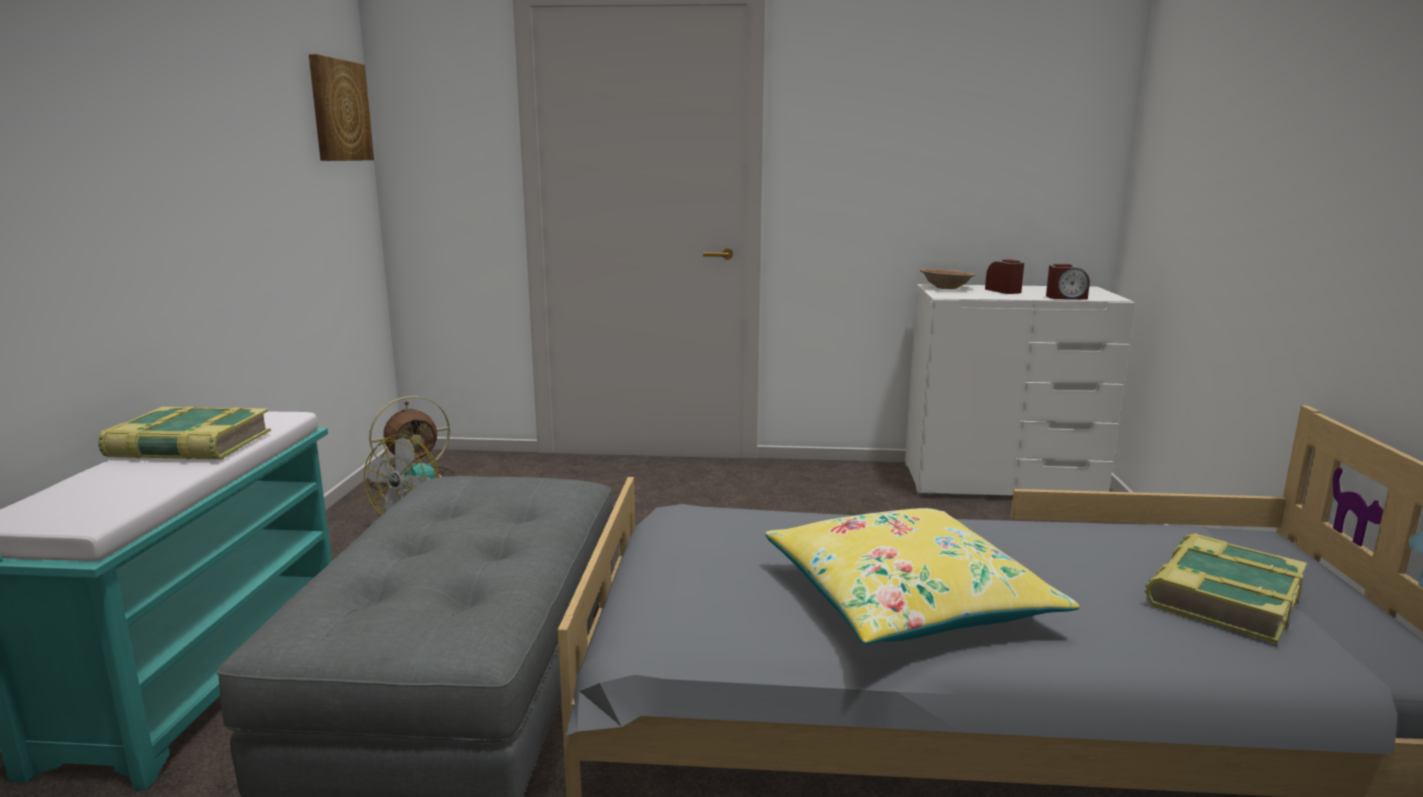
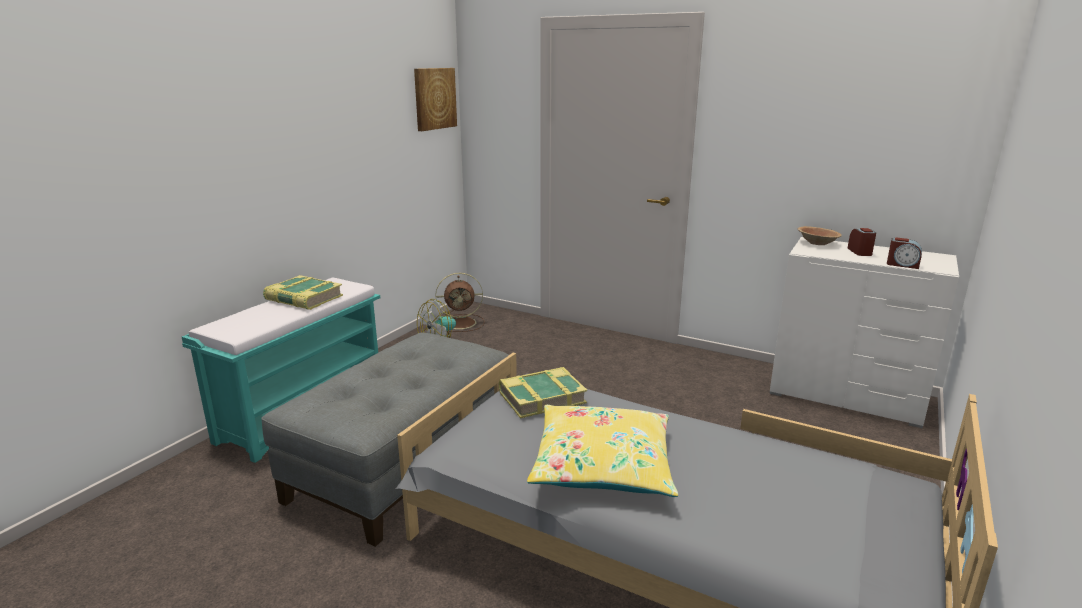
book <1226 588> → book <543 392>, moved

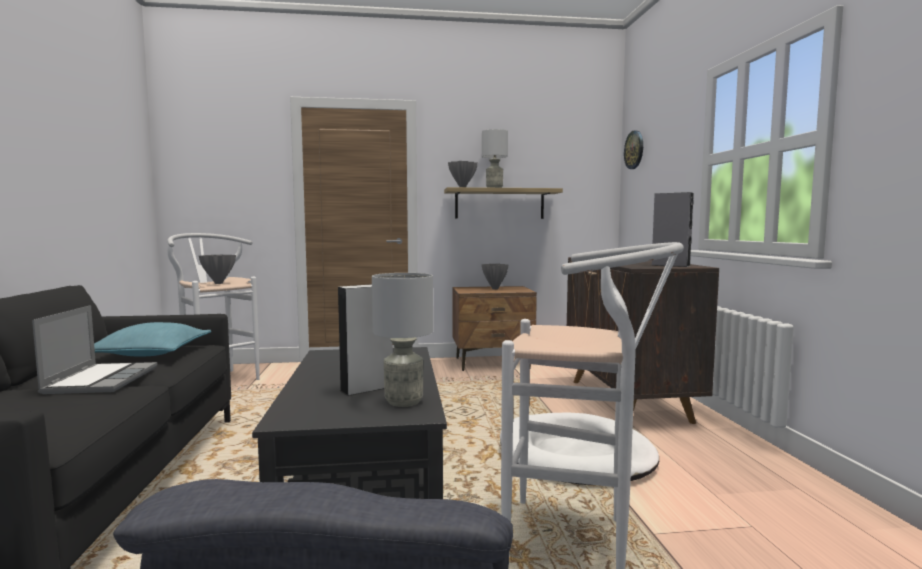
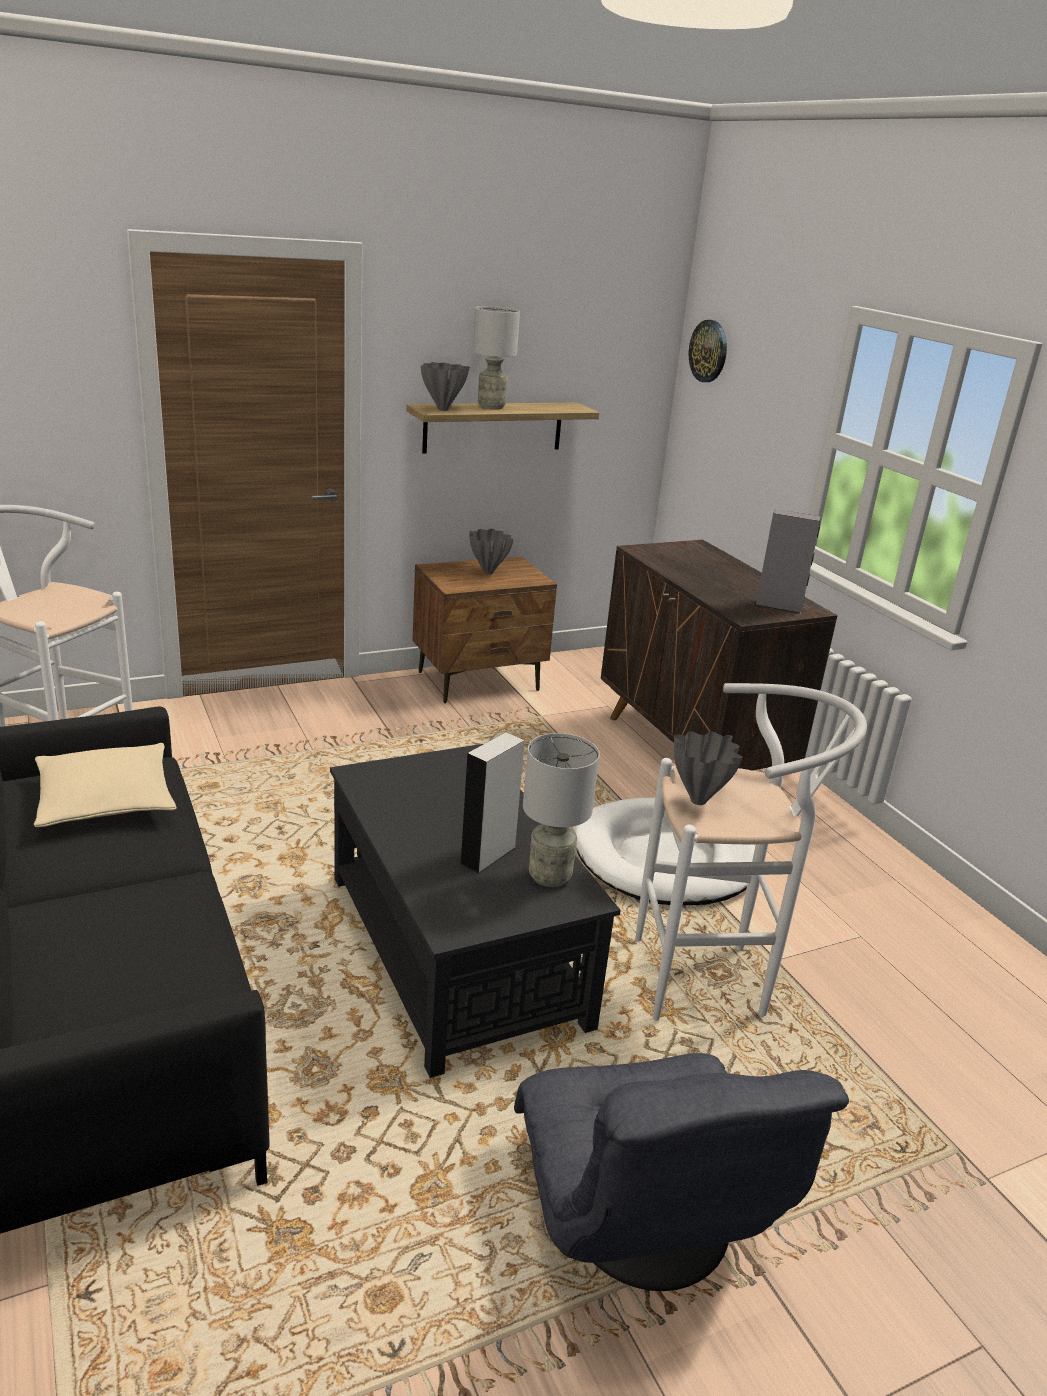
laptop <94 349> → -
turquoise pillow <153 339> → beige pillow <105 785>
grey vase <217 269> → grey vase <708 768>, moved

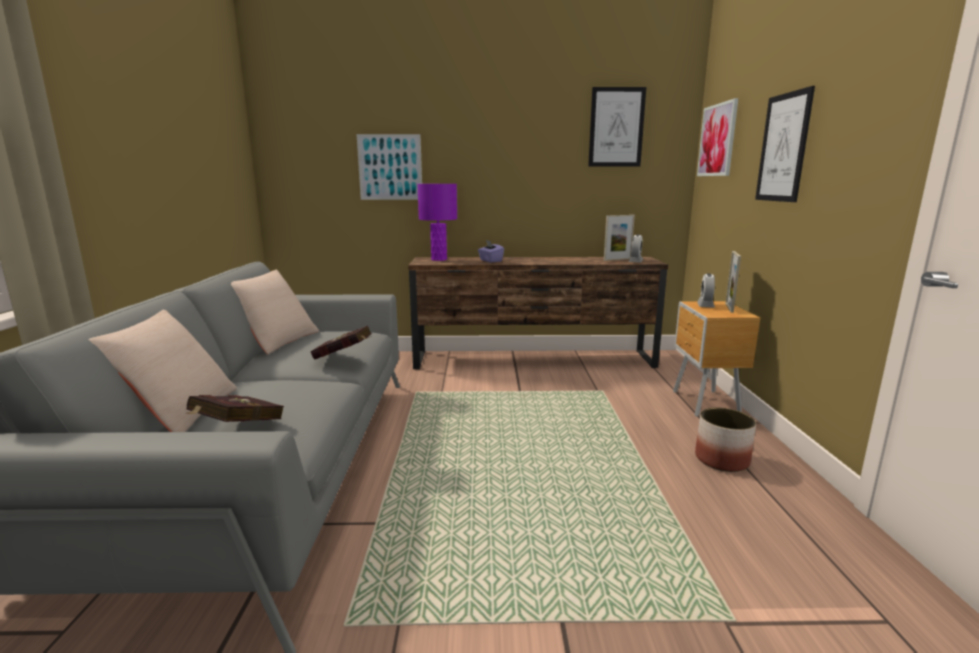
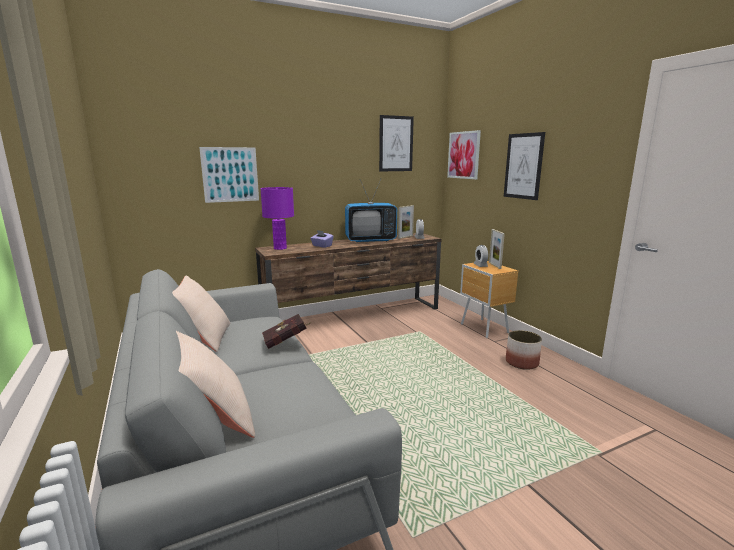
red book <234 408> → -
- → television <371 211>

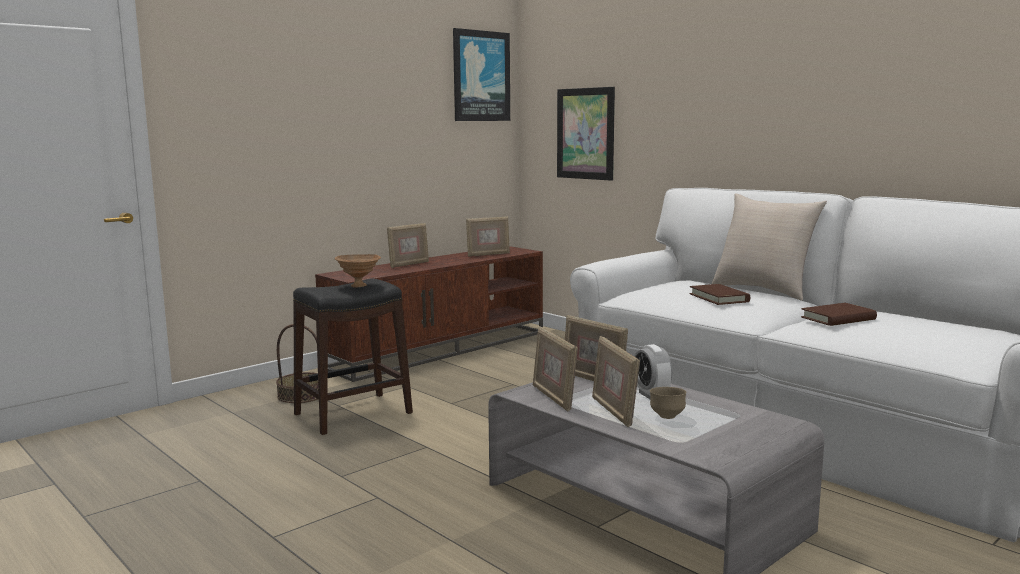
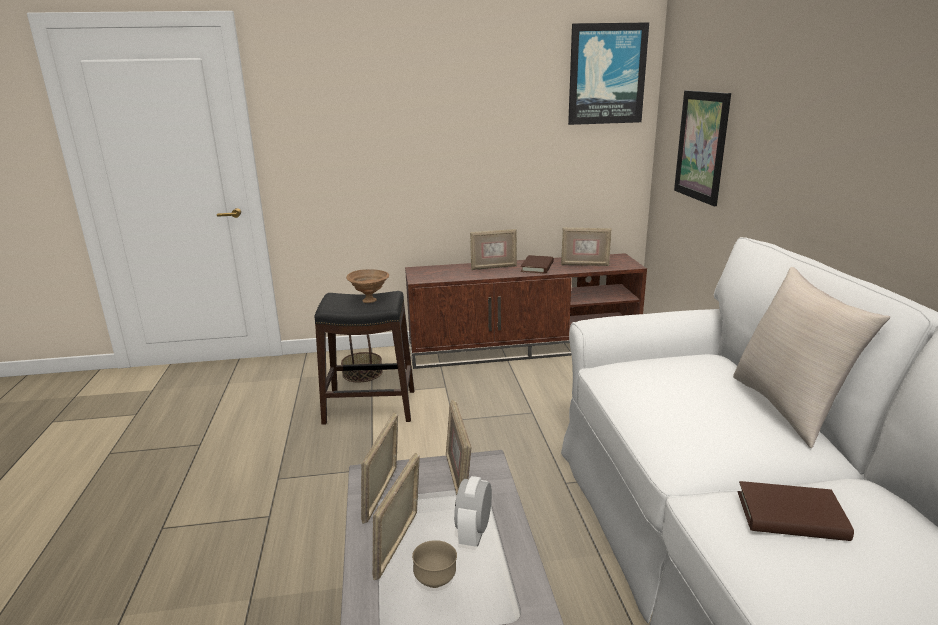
brown book <720 294> → brown book <537 264>, moved

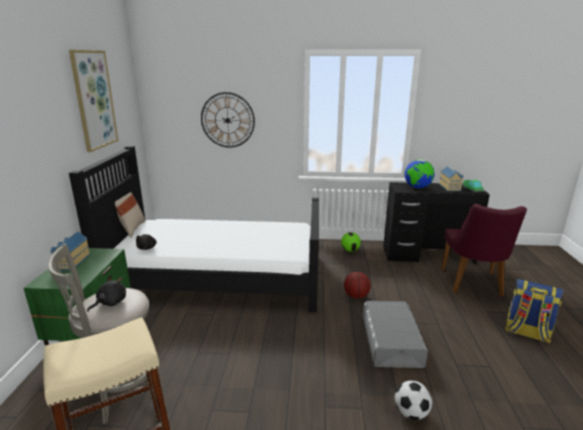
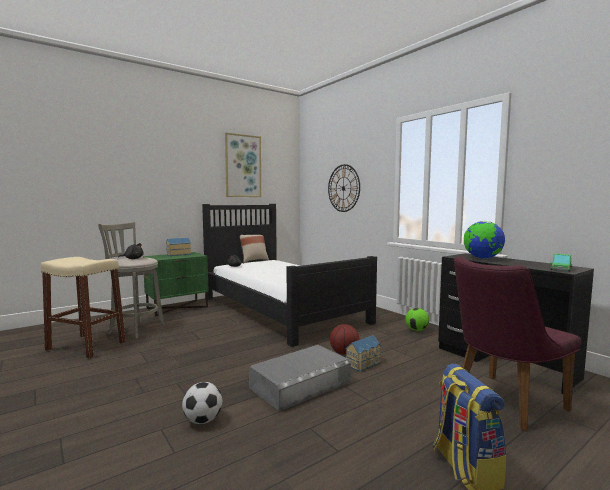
toy house <451 178> → toy house <363 353>, moved

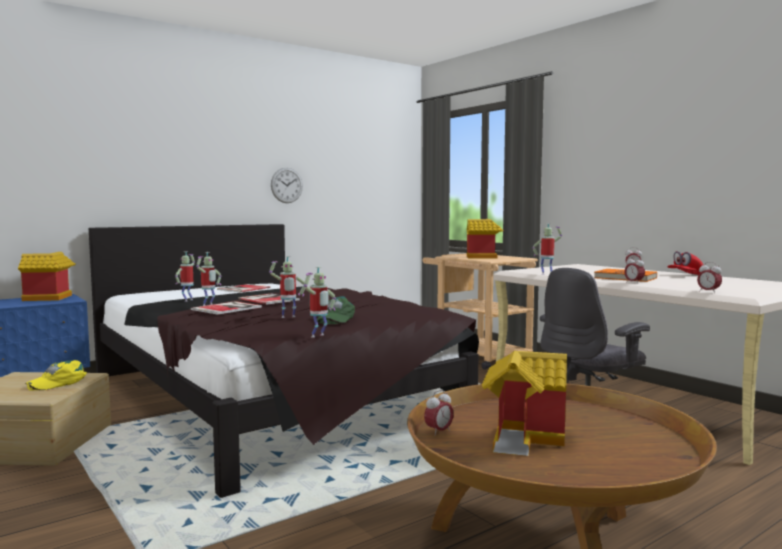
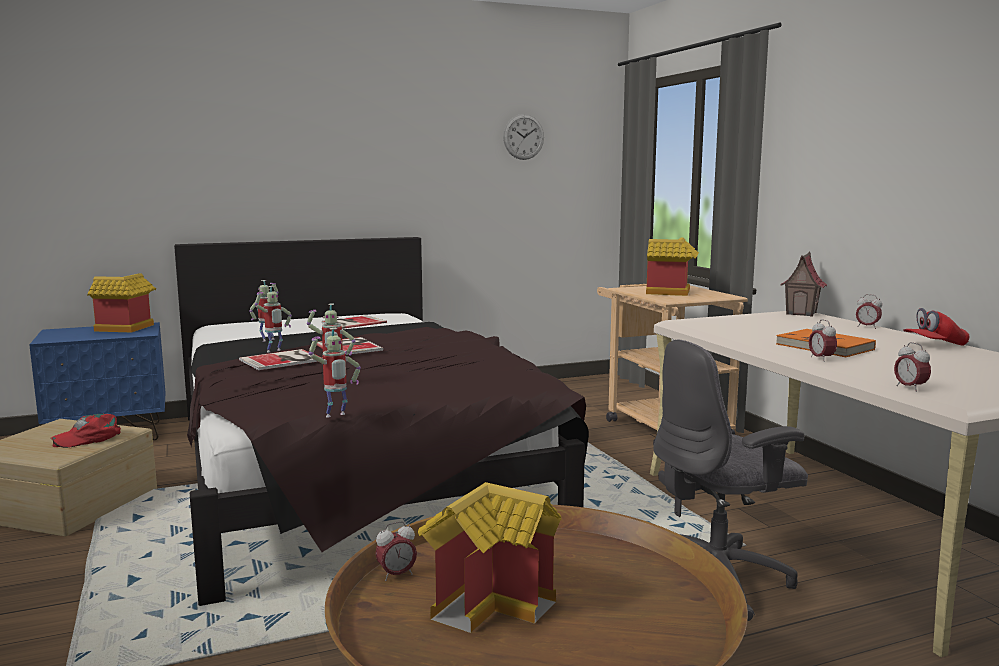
yellow cap <56 375> → red cap <85 430>
wall clock <287 185> → wall clock <523 137>, moved
green cap <336 310> → -
toy robot <547 249> → -
- → toy house <804 284>

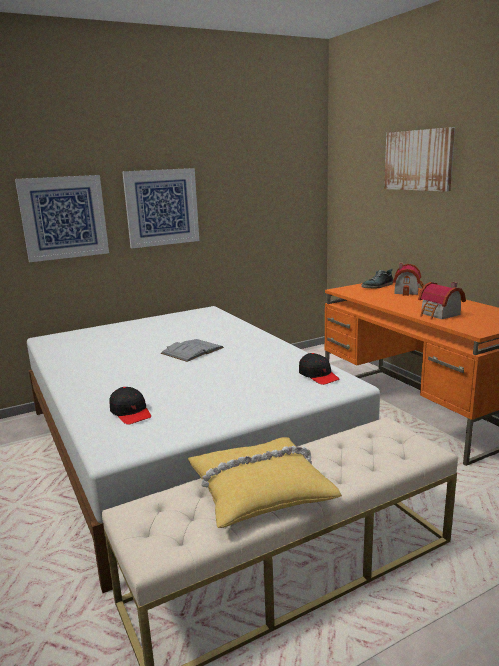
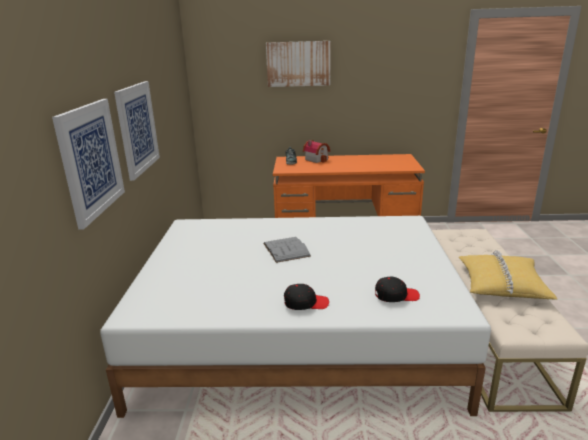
black cap <319 369> → black cap <306 297>, moved
toy house <442 301> → -

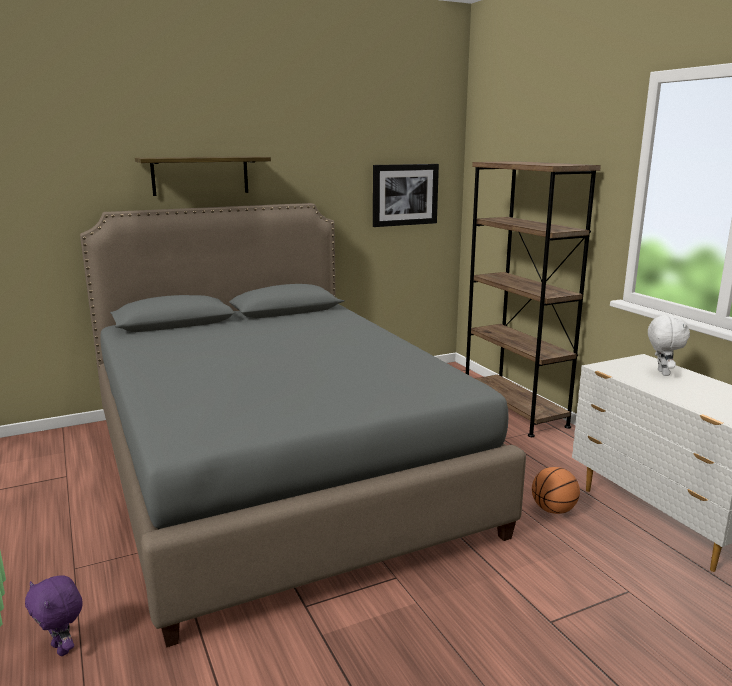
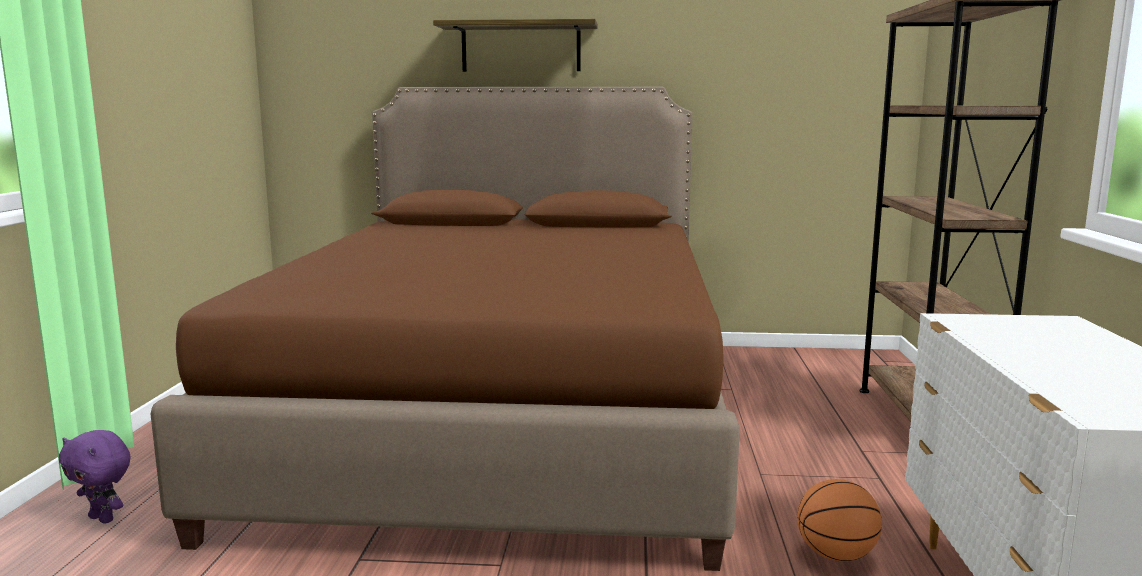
purple plush toy <54 615> → purple plush toy <95 477>, 45 degrees counterclockwise
grey bed <303 425> → brown bed <445 329>
picture <406 195> → -
white plush toy <669 345> → -

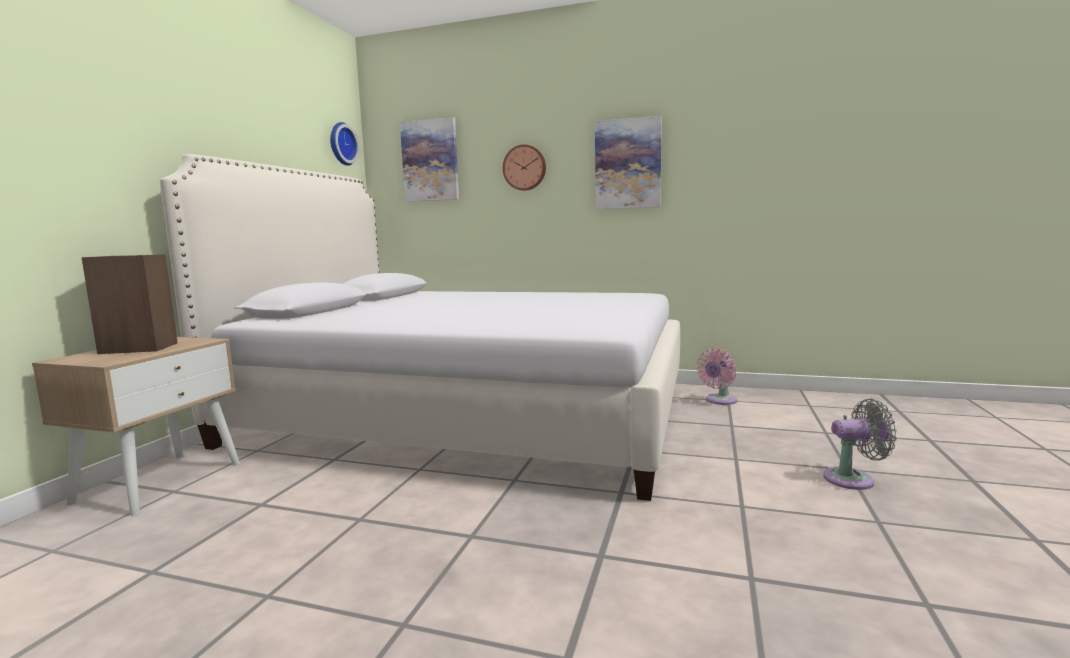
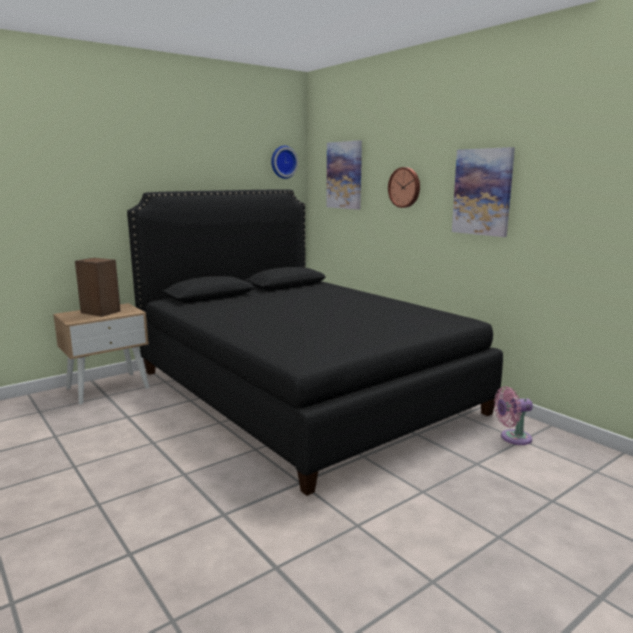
white bed <420 327> → black bed <315 343>
grey fan <860 444> → -

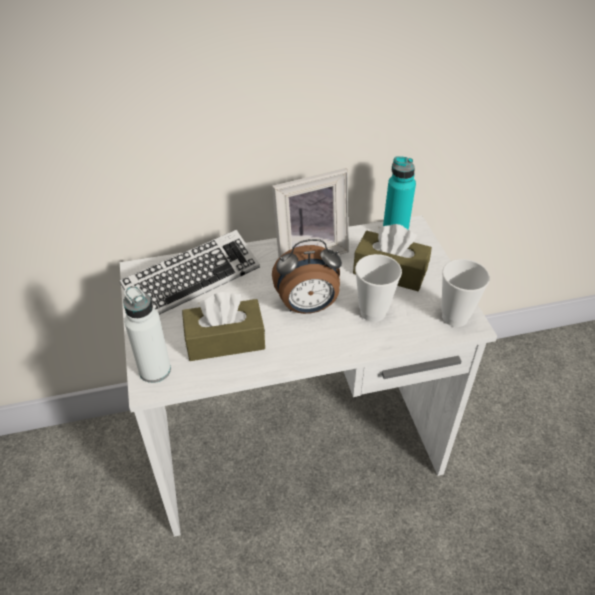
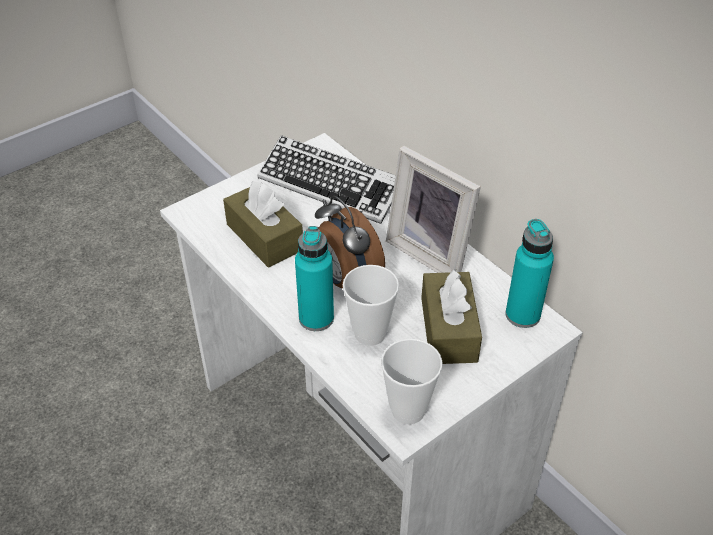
white bottle <147 334> → -
- → turquoise bottle <314 278>

